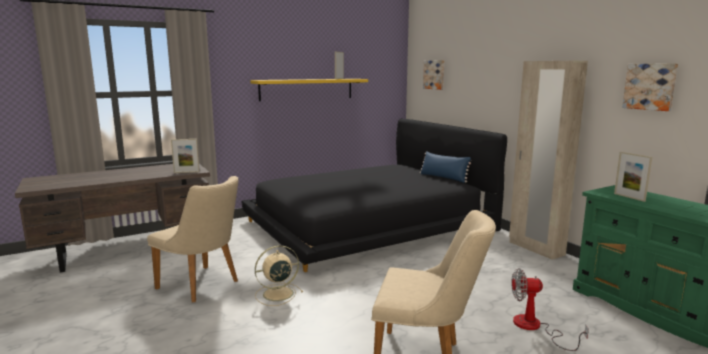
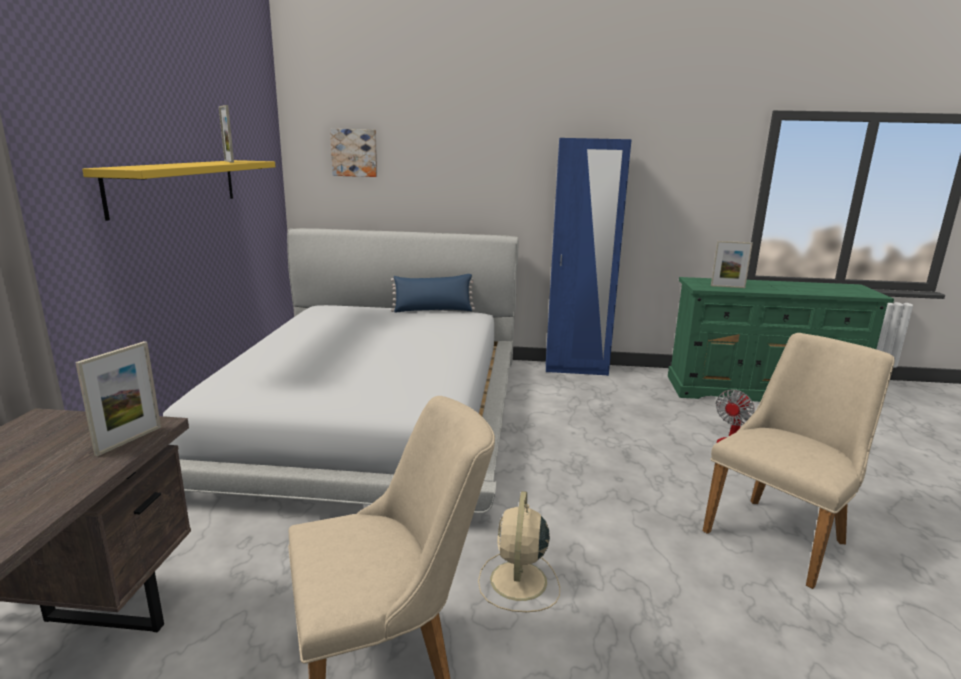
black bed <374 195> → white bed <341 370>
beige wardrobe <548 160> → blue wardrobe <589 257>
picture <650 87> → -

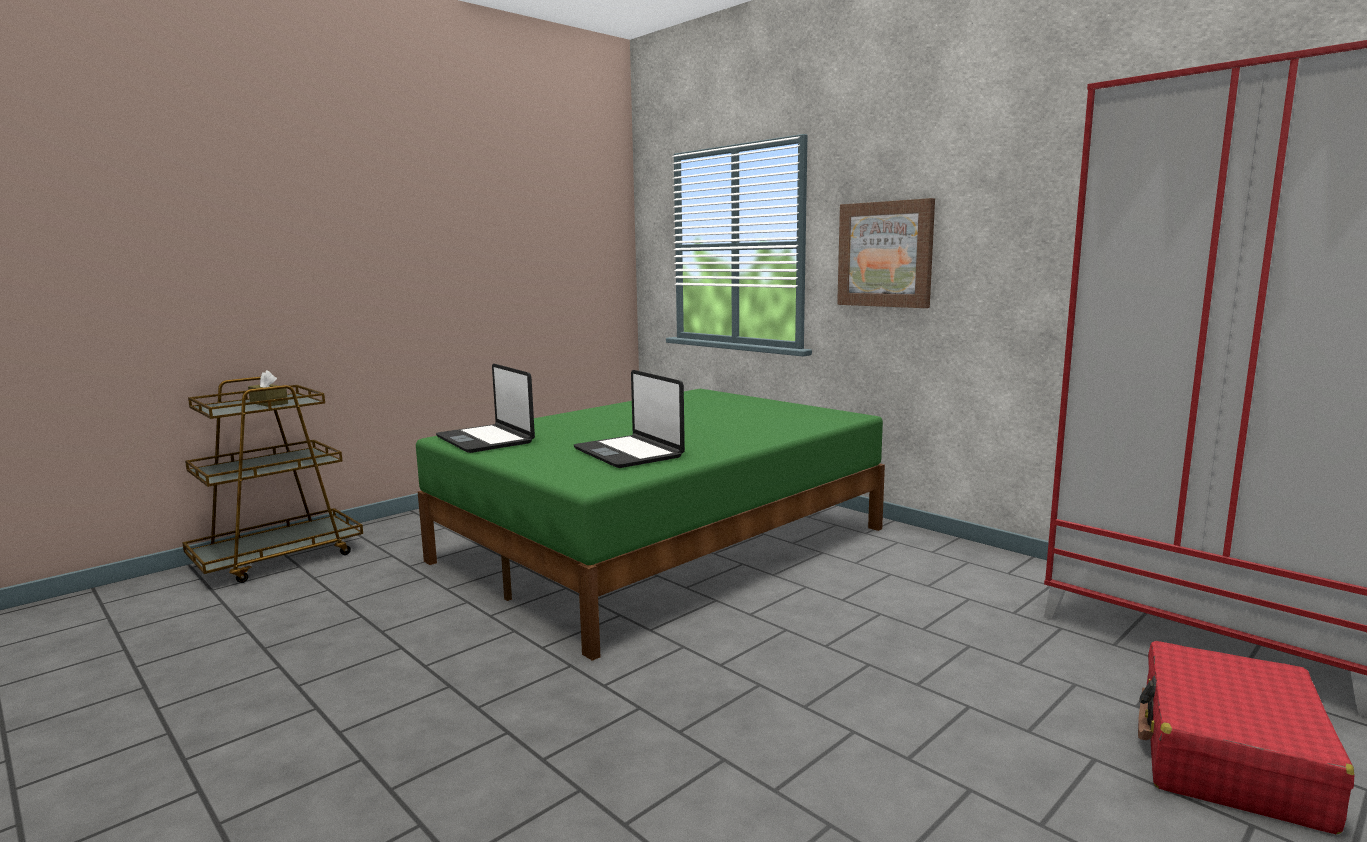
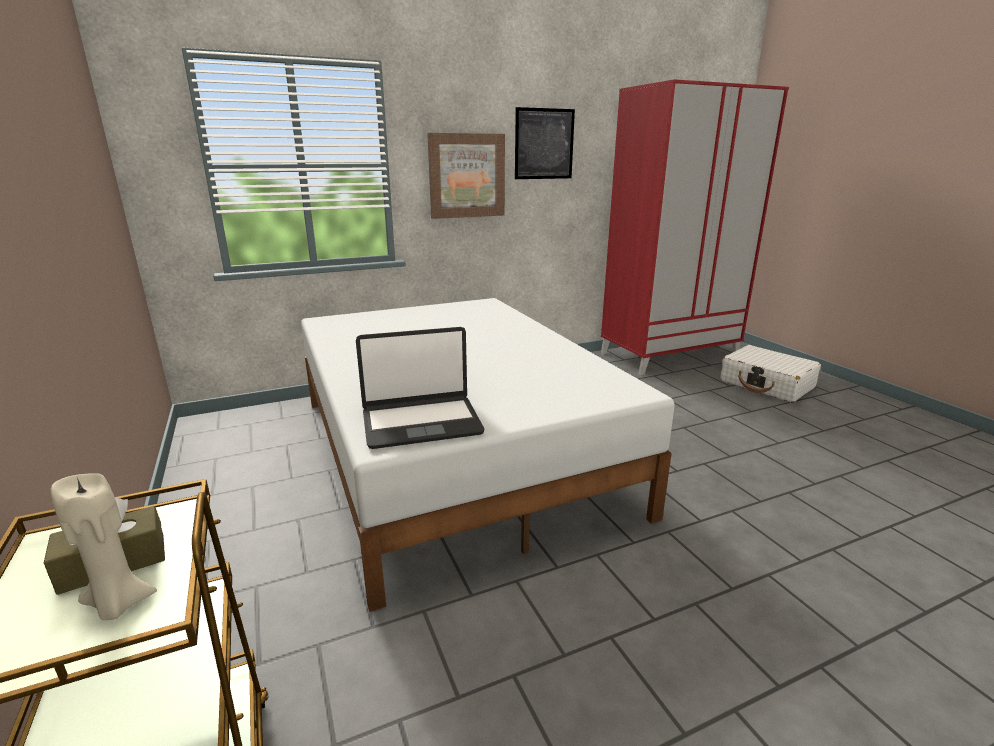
green bed <650 525> → white bed <488 455>
laptop <629 419> → -
red suitcase <1246 737> → white suitcase <770 374>
- → beige candle <103 546>
- → picture <545 143>

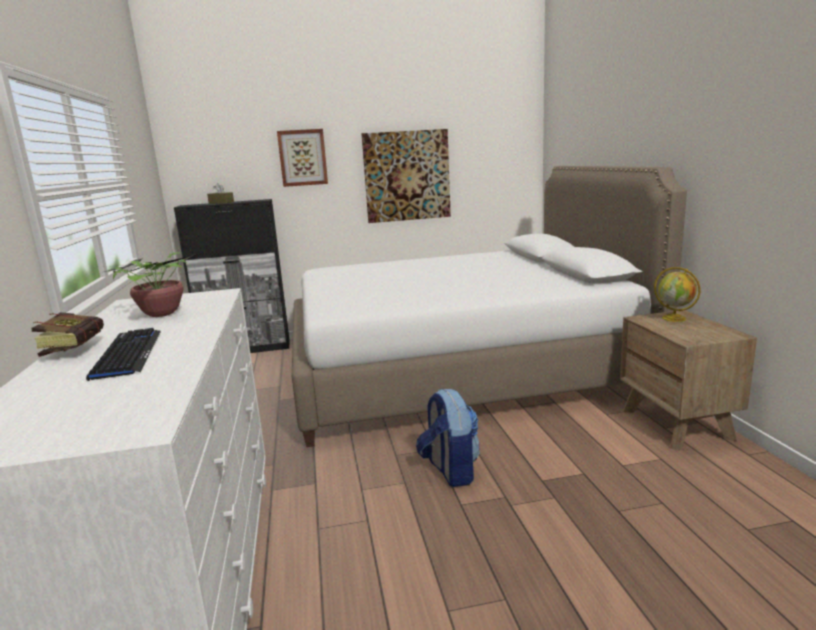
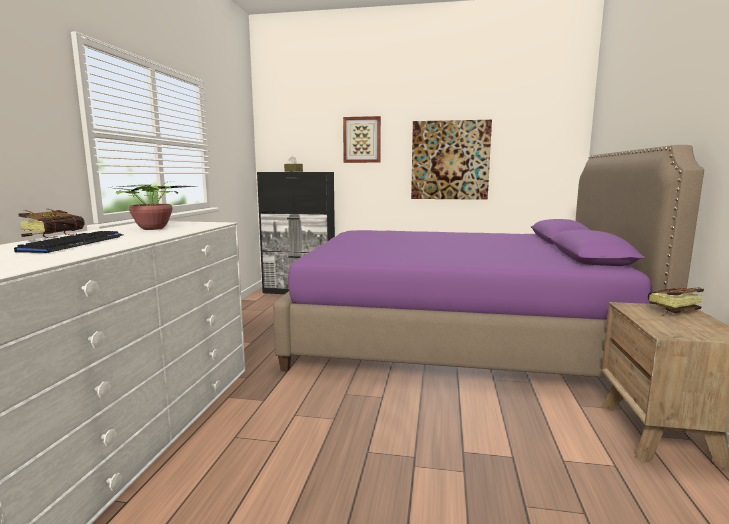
white bed <489 306> → purple bed <488 261>
backpack <448 437> → -
globe <677 294> → book <676 302>

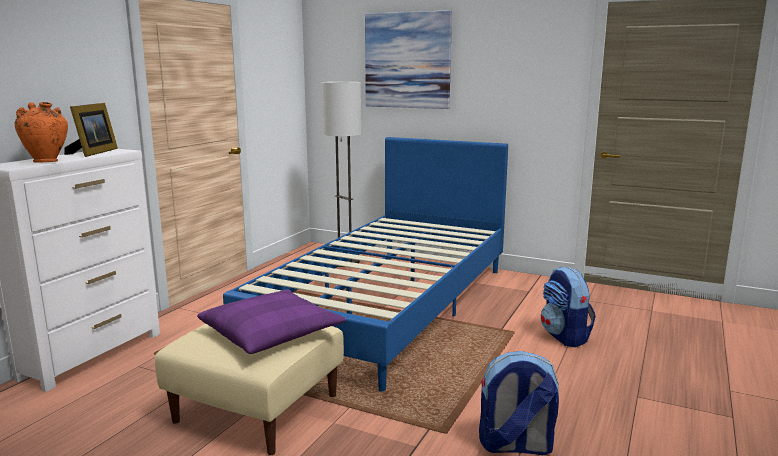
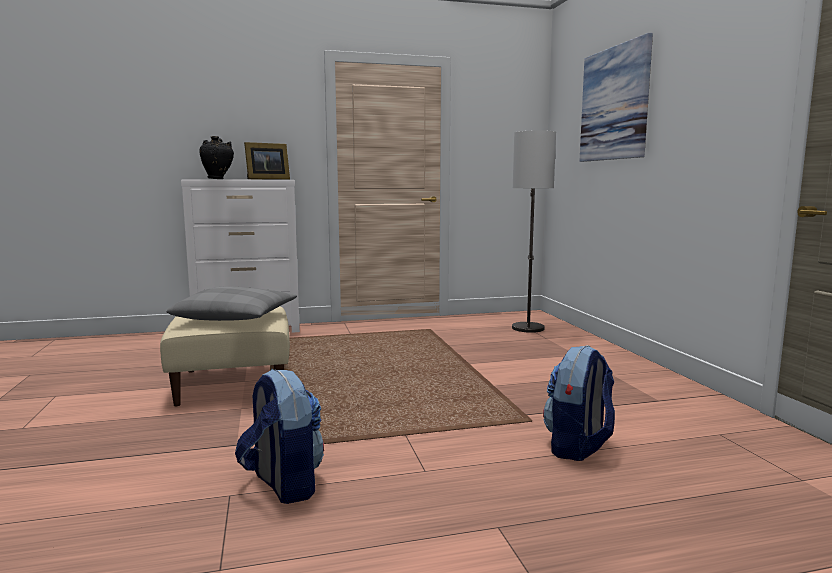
orange vase <41 132> → black vase <216 157>
purple pillow <271 321> → grey pillow <232 303>
blue bed <365 264> → -

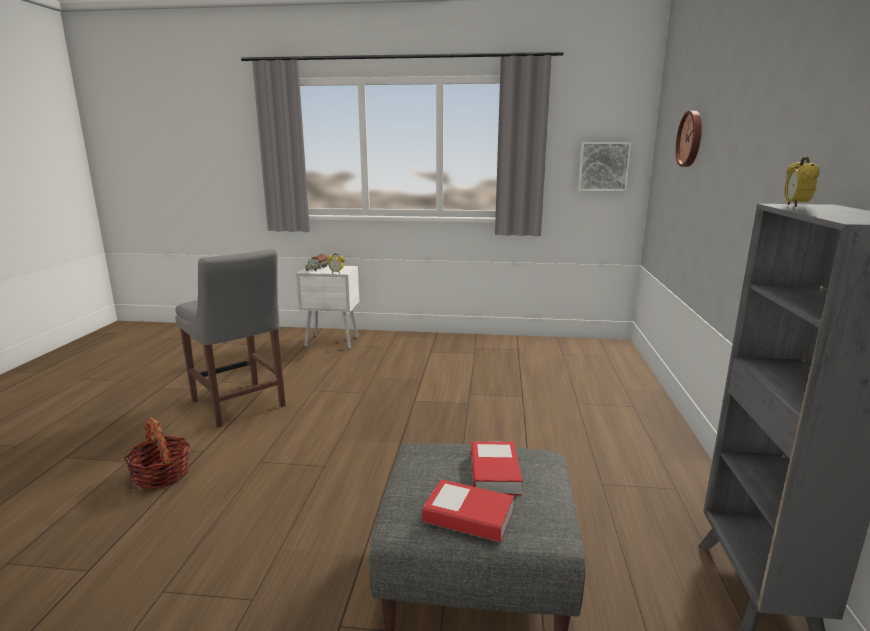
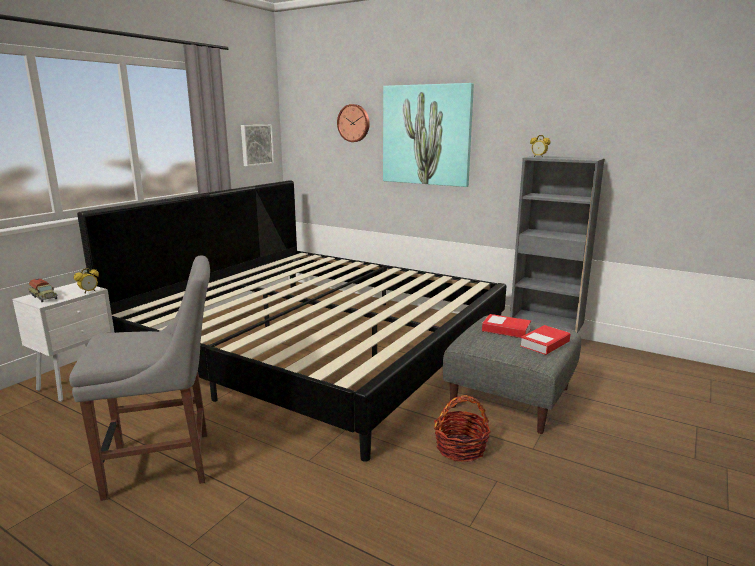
basket <157 453> → basket <462 428>, moved
- → bed <291 321>
- → picture <428 135>

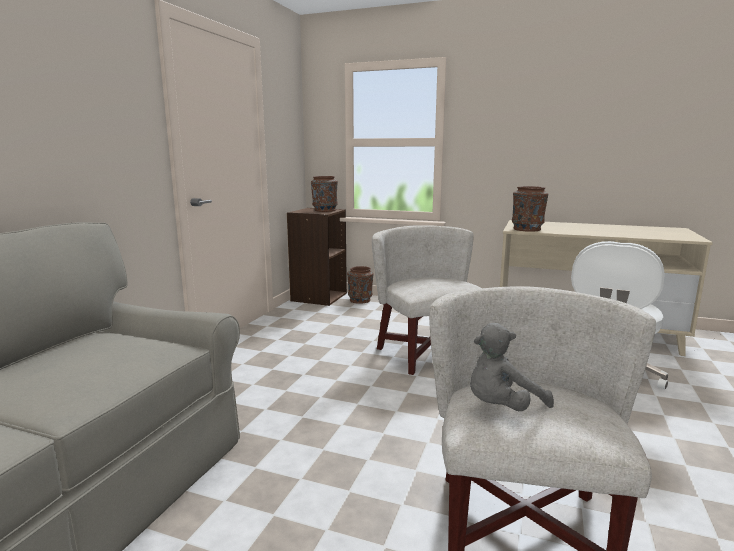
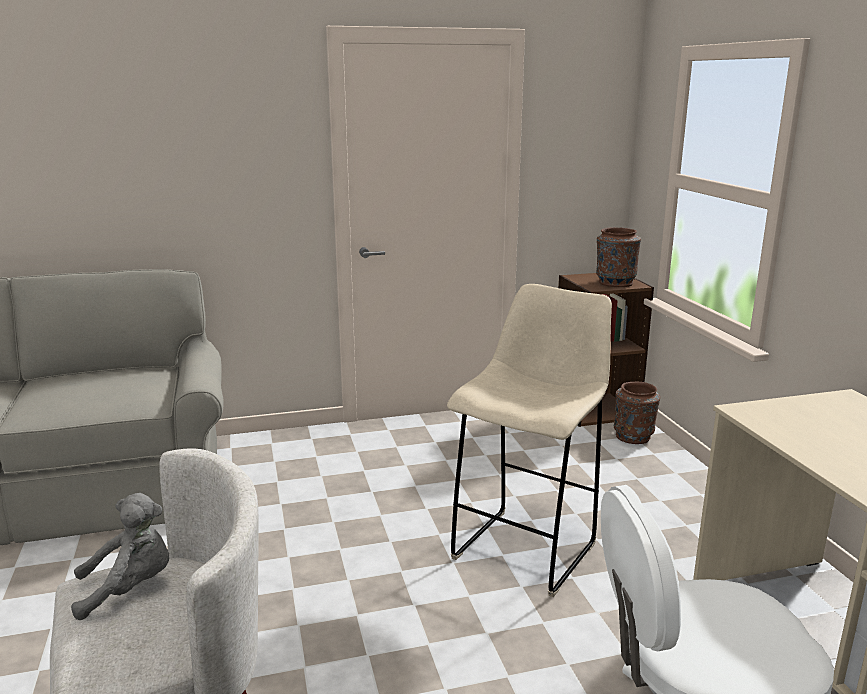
white armchair <427 300> → beige stool <529 440>
grey plush toy <512 367> → grey plush toy <120 556>, 135 degrees clockwise
brown vase <530 209> → -

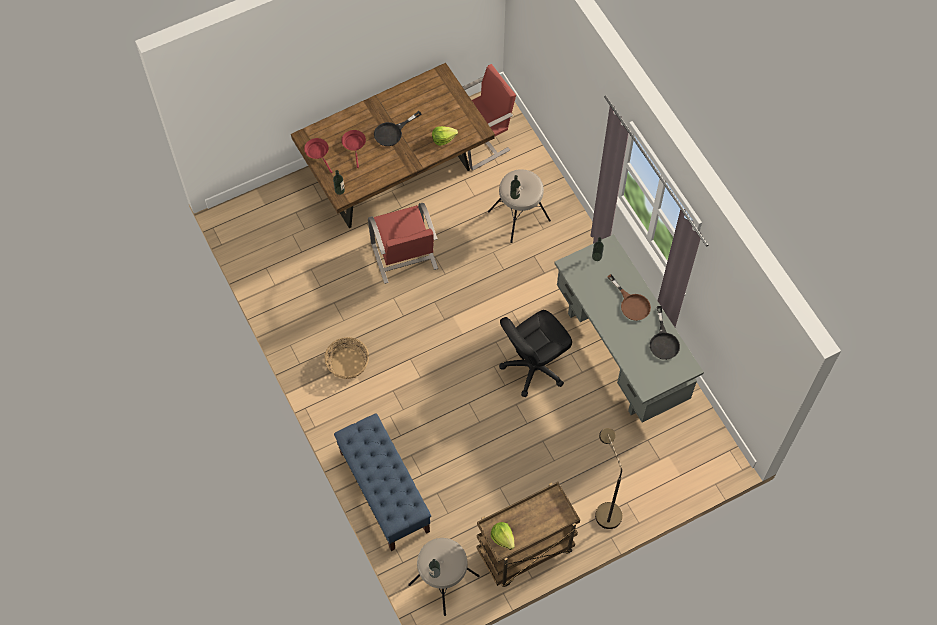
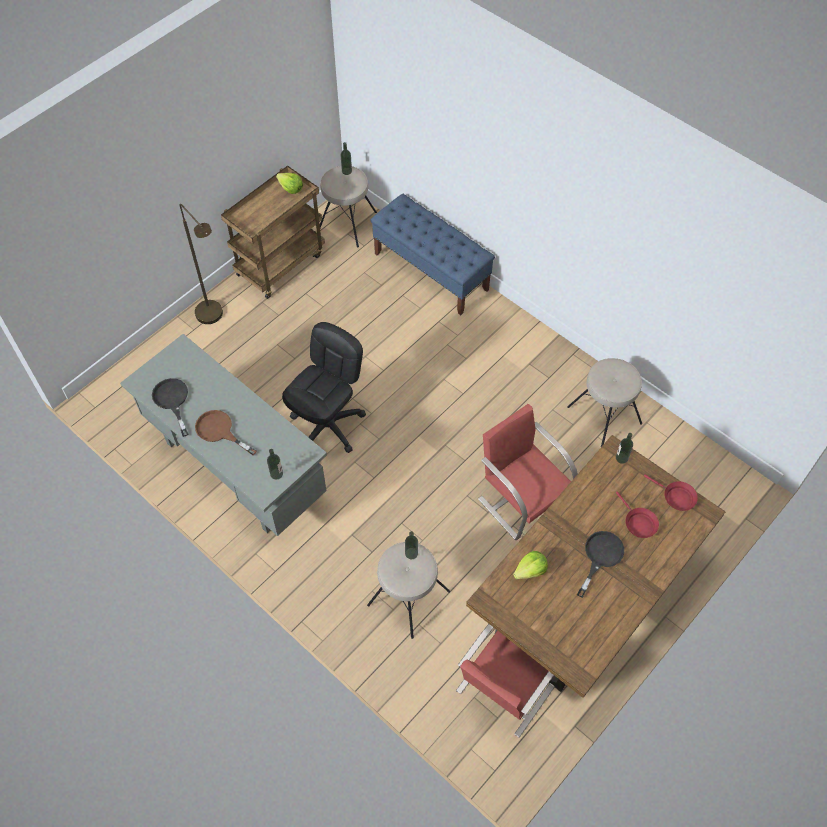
basket <346 358> → -
- → beige stool <604 402>

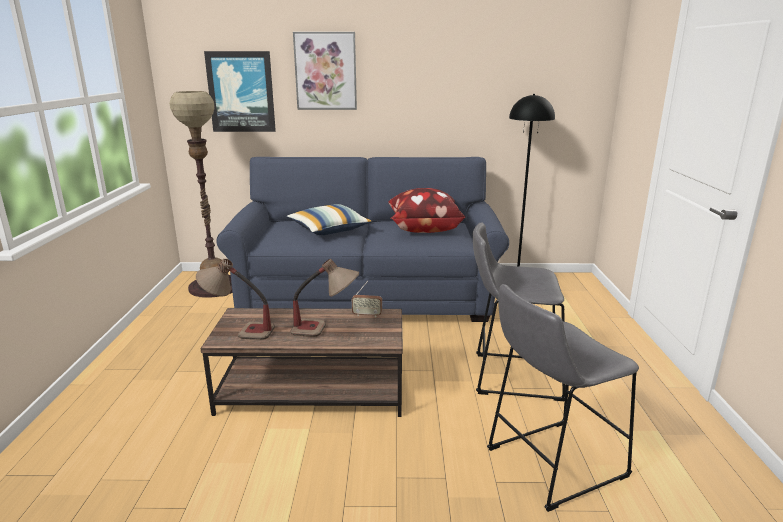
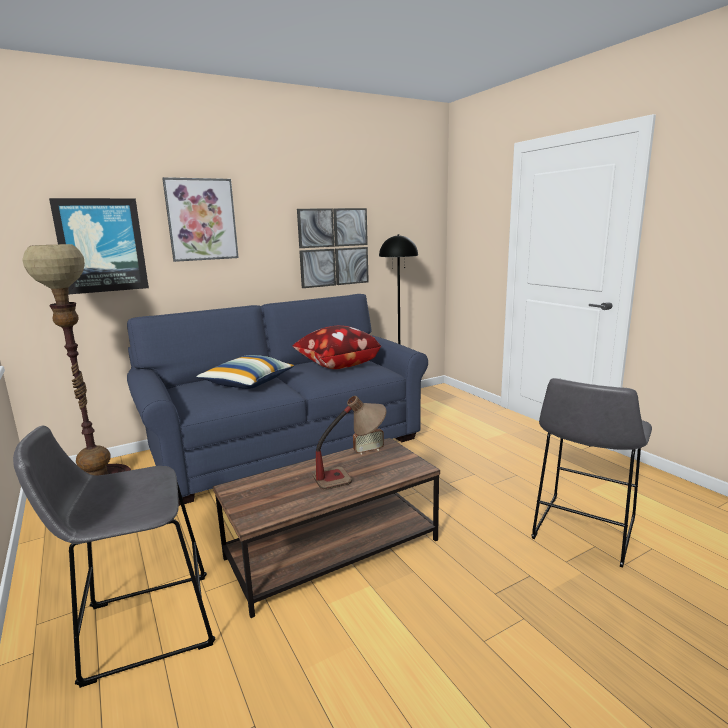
table lamp <235 299> → -
grey stool <519 311> → grey stool <114 557>, moved
- → picture <333 248>

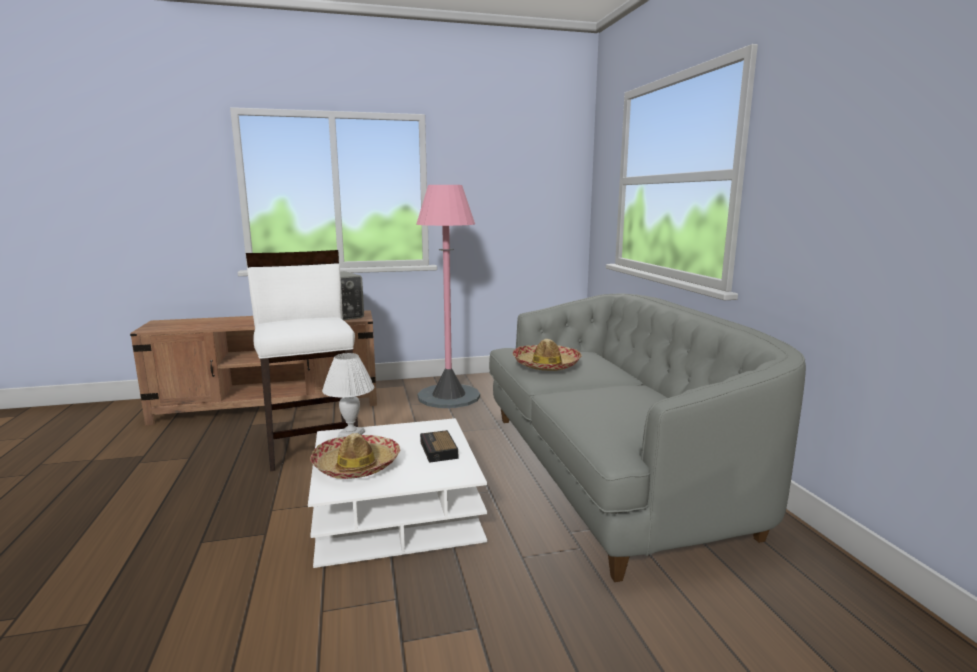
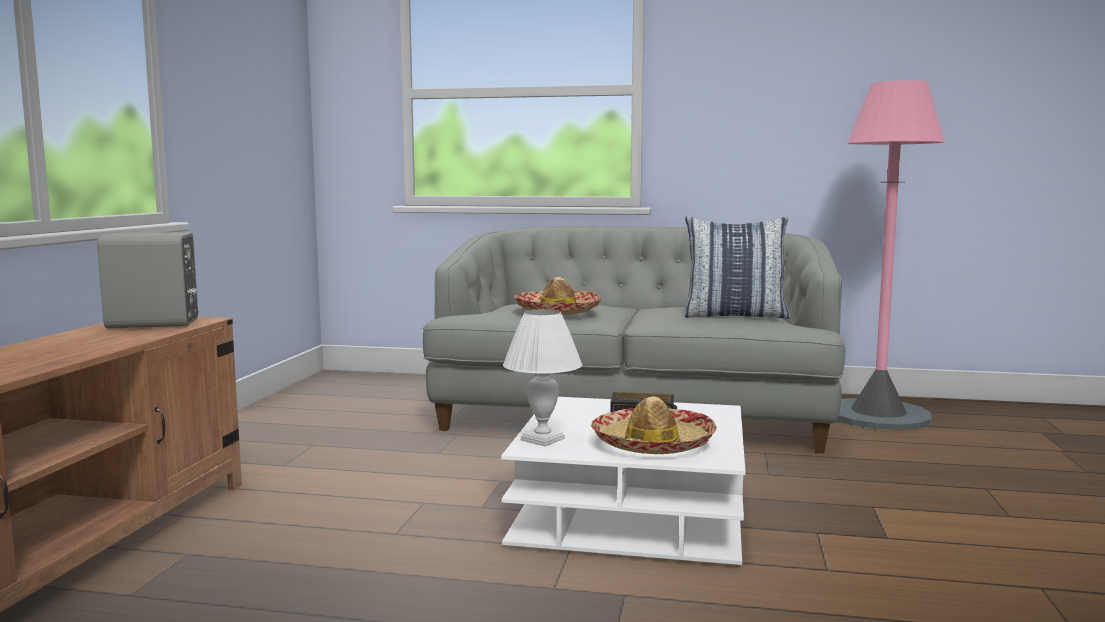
white stool <302 360> → -
pink floor lamp <448 296> → pink floor lamp <891 255>, moved
- → pillow <737 268>

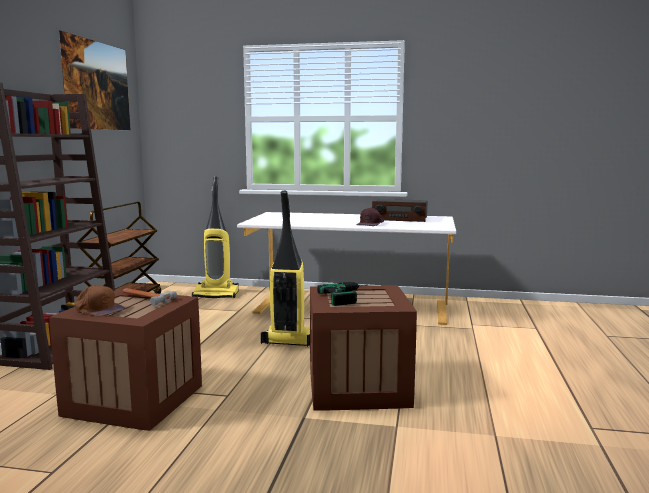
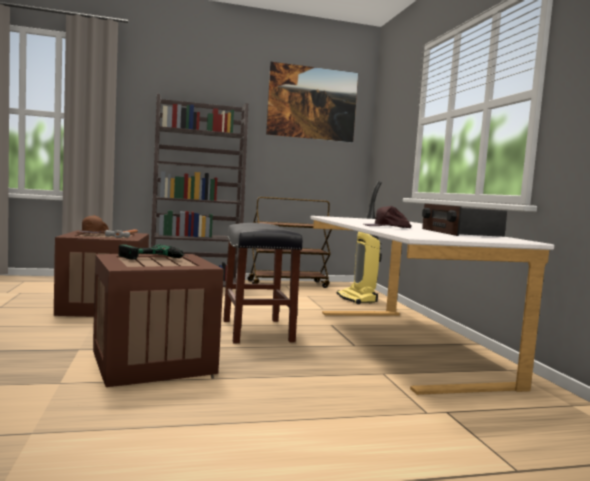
vacuum cleaner <285 269> → black stool <263 283>

